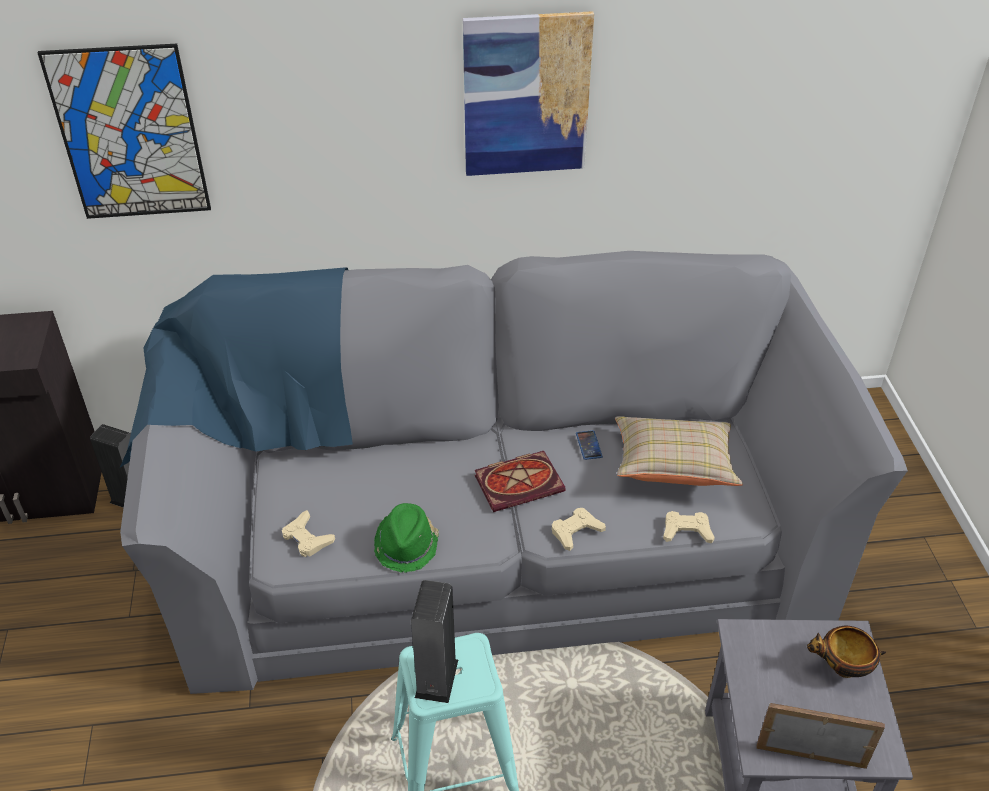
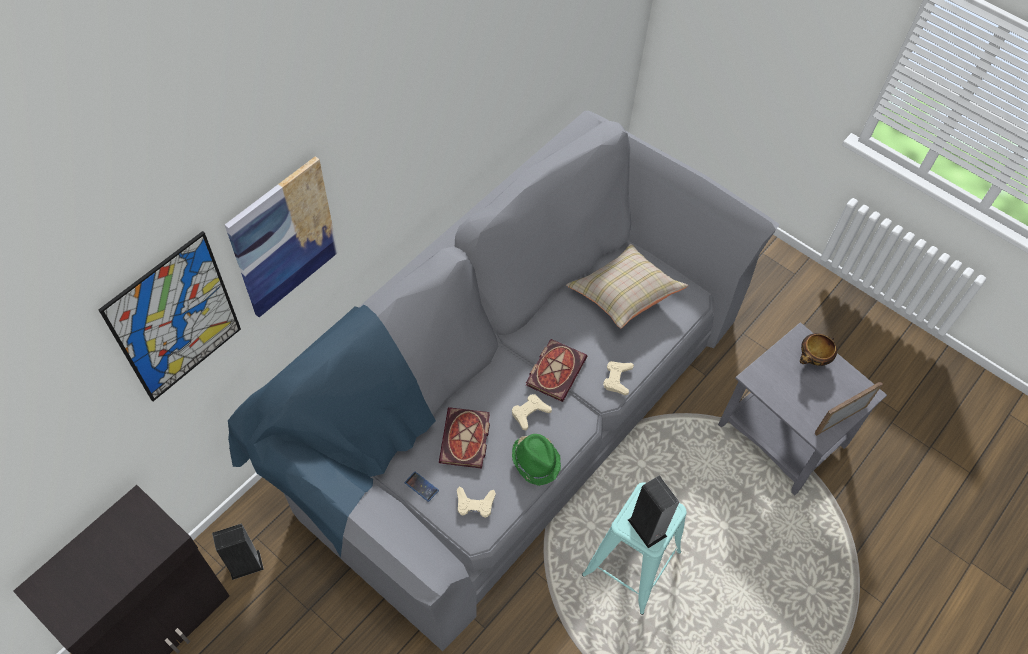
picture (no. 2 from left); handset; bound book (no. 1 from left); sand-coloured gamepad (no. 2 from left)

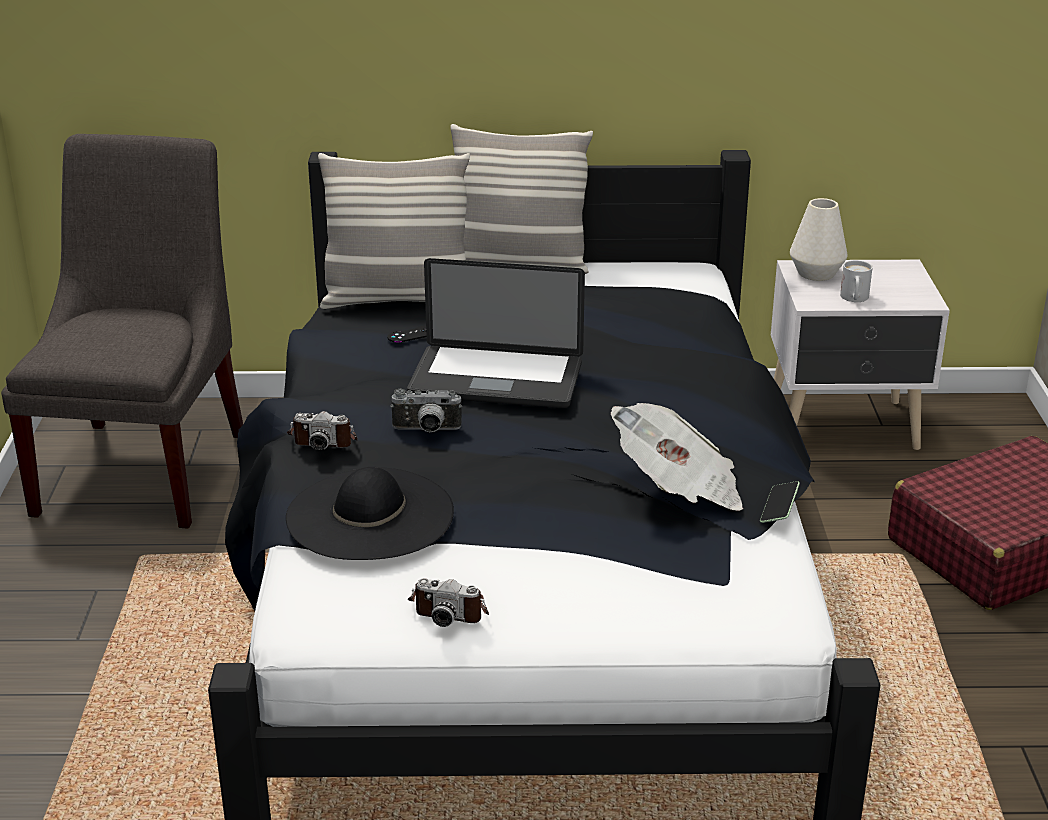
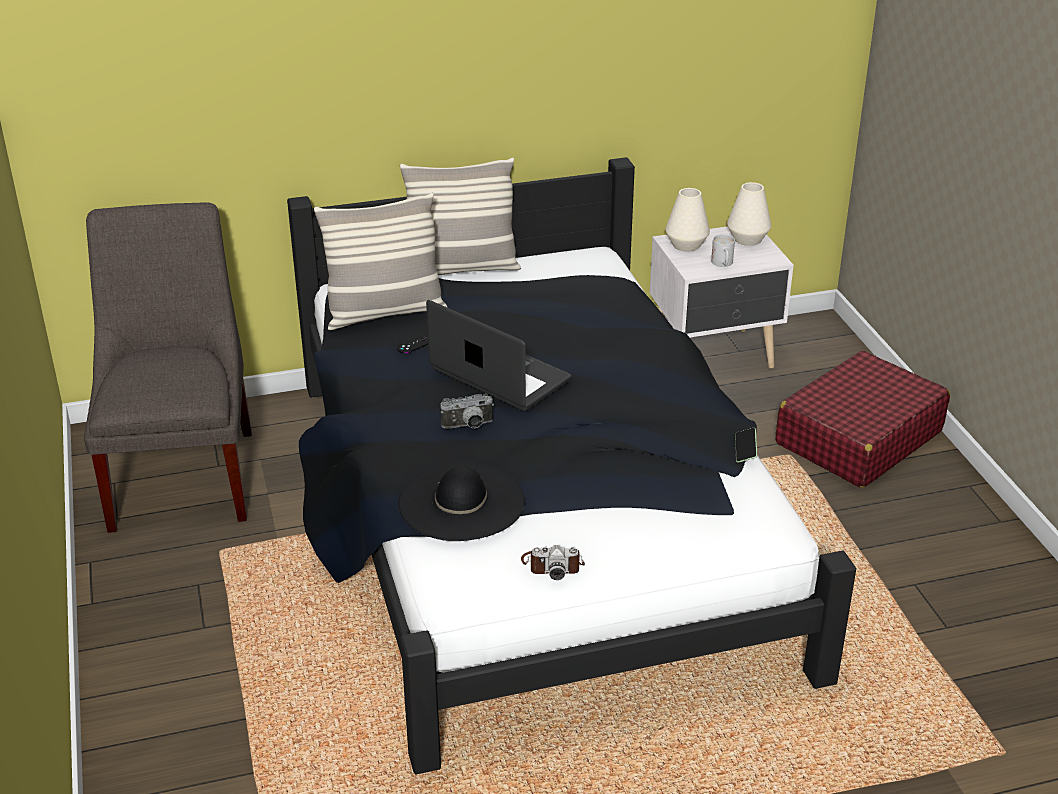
laptop; white-coloured decorative vase (no. 2 from left); photo camera (no. 1 from left in the first image); newspaper

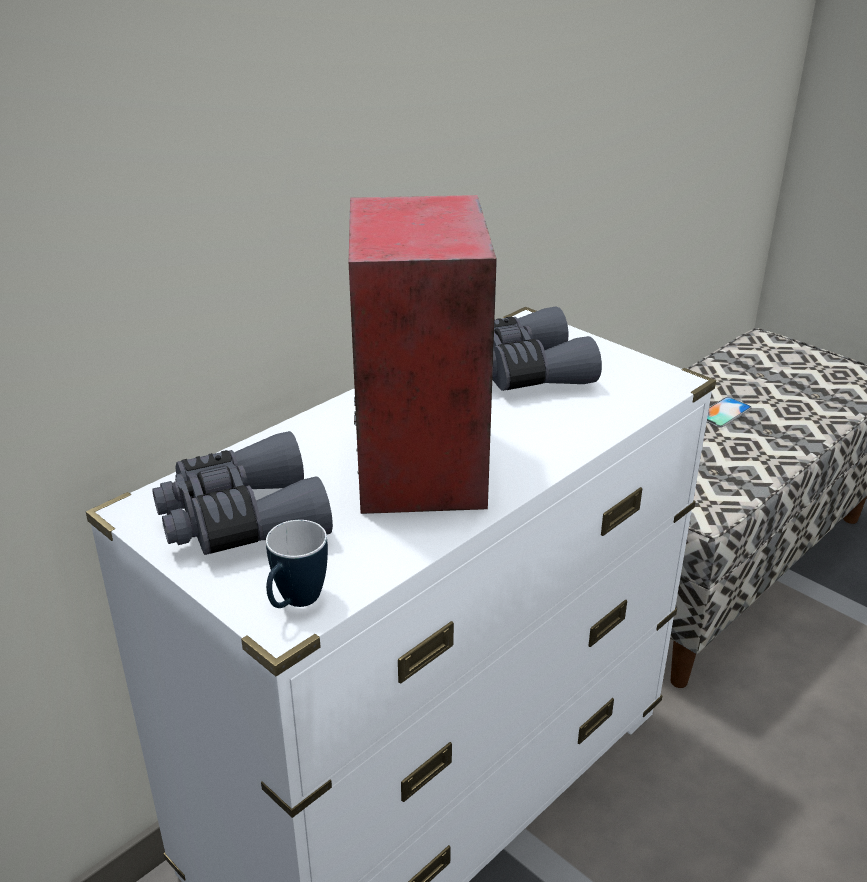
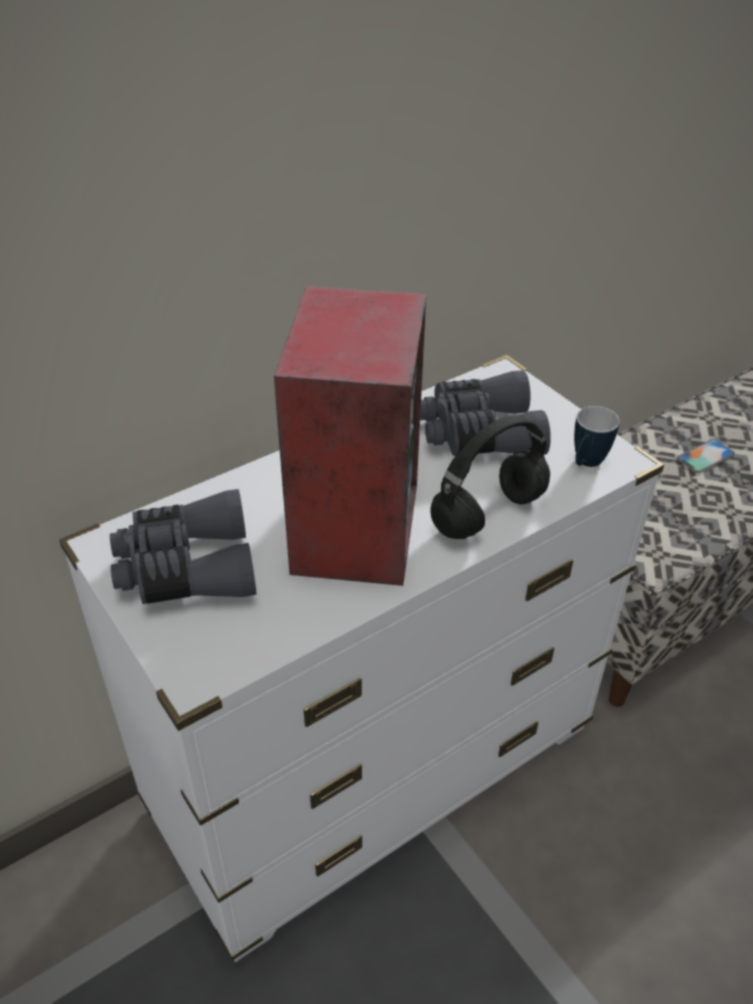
blackish headset; tea mug

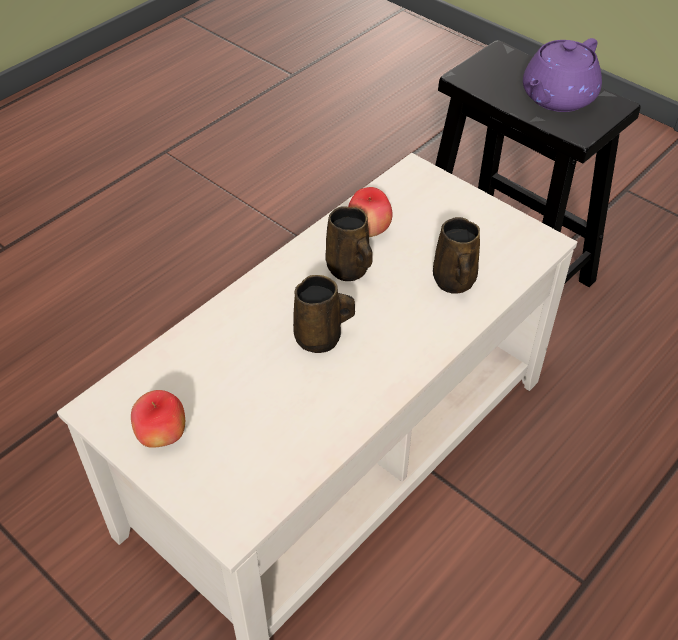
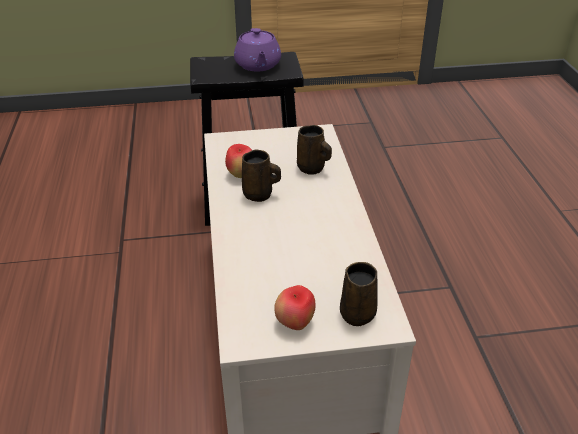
brownish tea mug (no. 3 from left)

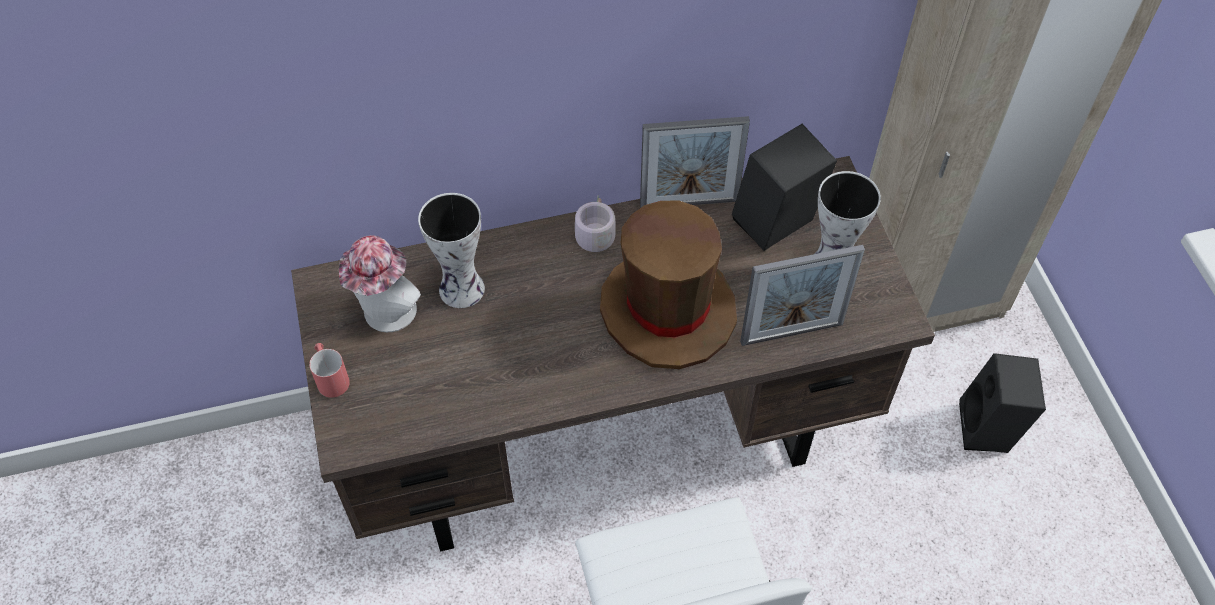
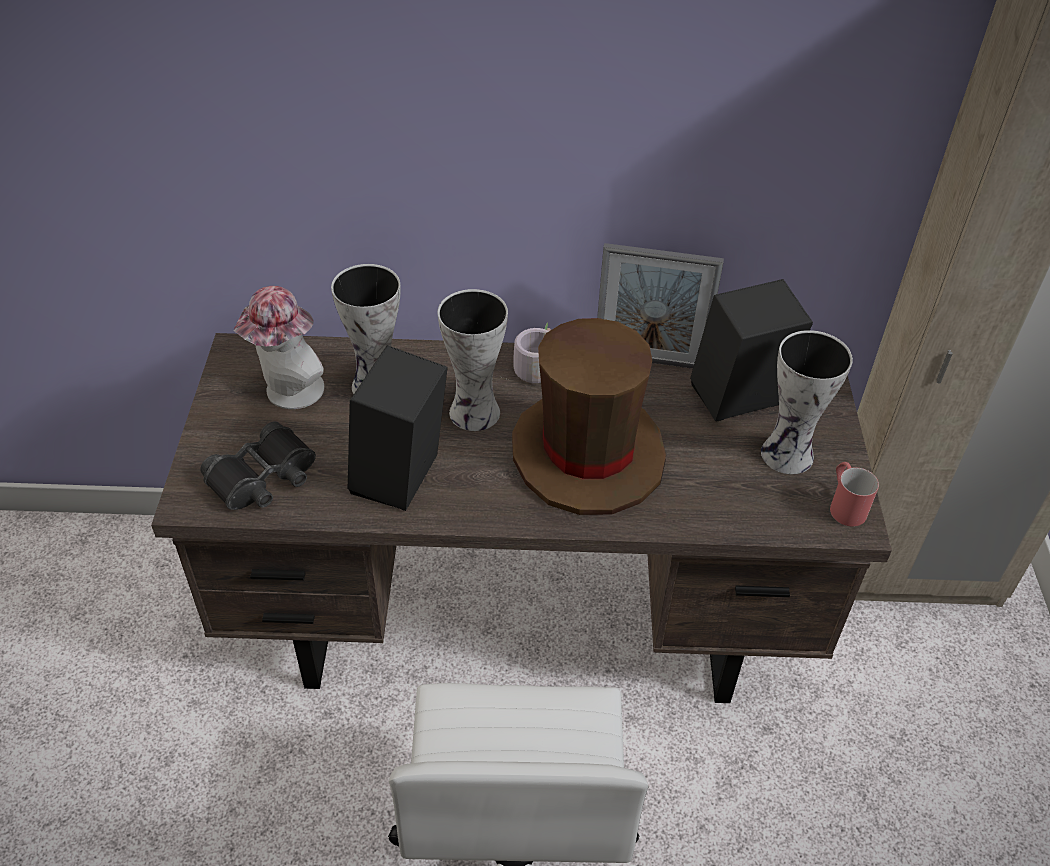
blackish field glasses; blackish speaker (no. 1 from left); decorative vase (no. 2 from left); red-coloured tea mug; standing frame (no. 2 from left in the first image)

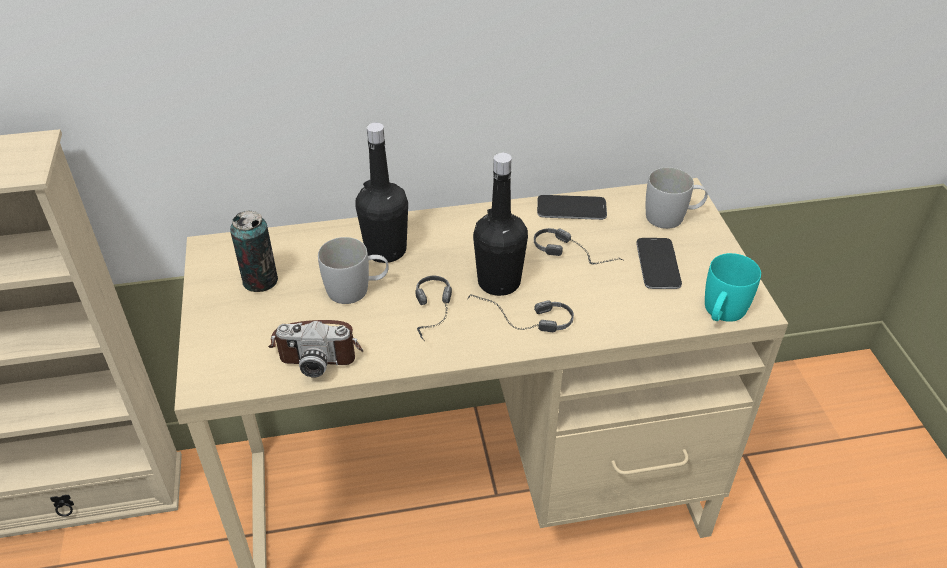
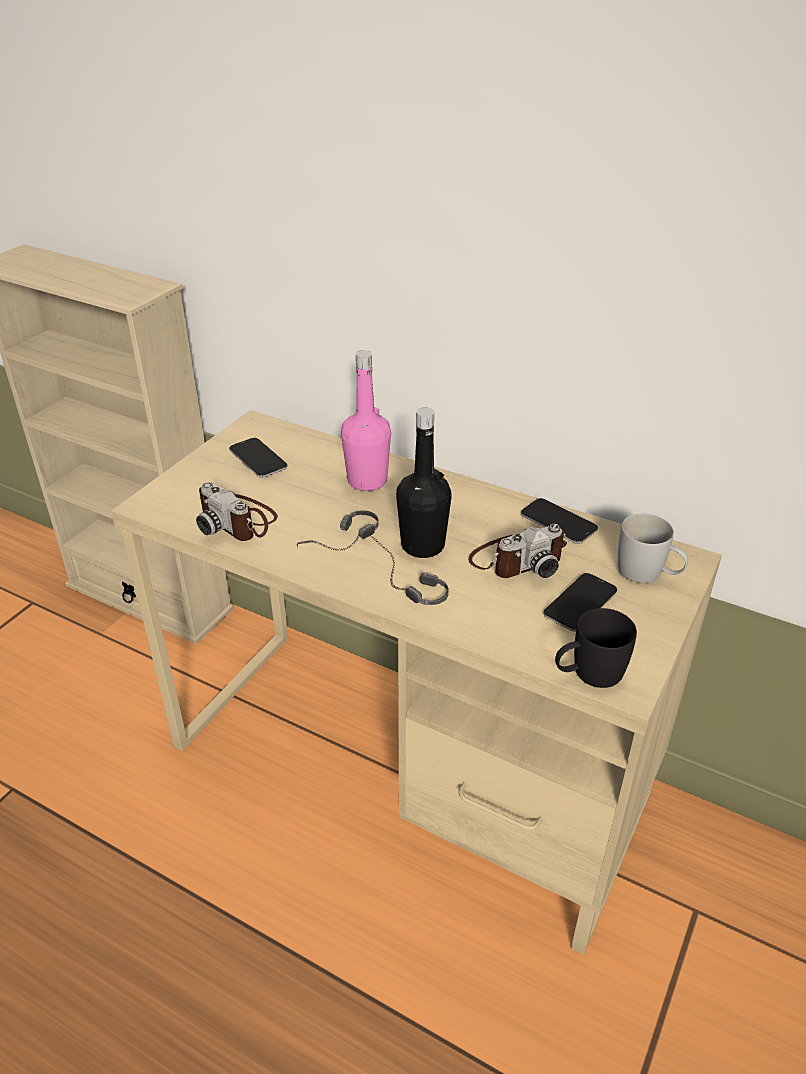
handset (no. 1 from left); pink-coloured drink bottle; photo camera (no. 2 from left); blackish tea mug; white-coloured tea mug (no. 1 from left in the first image)

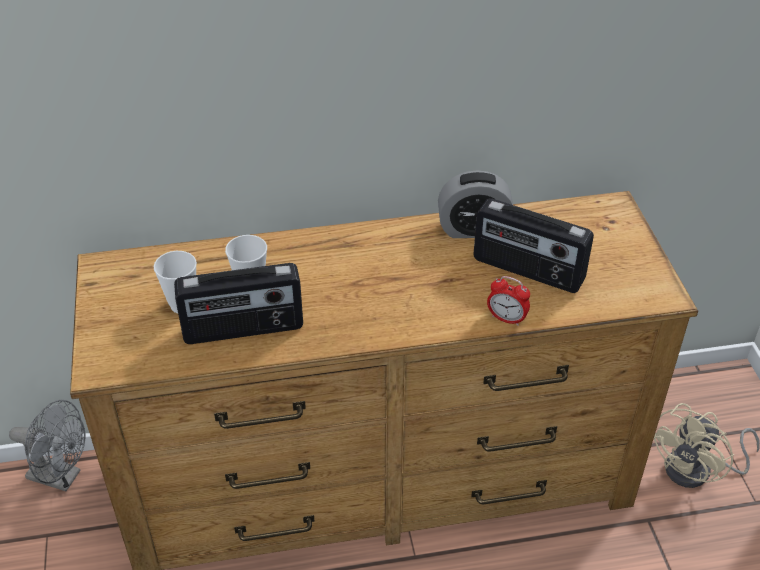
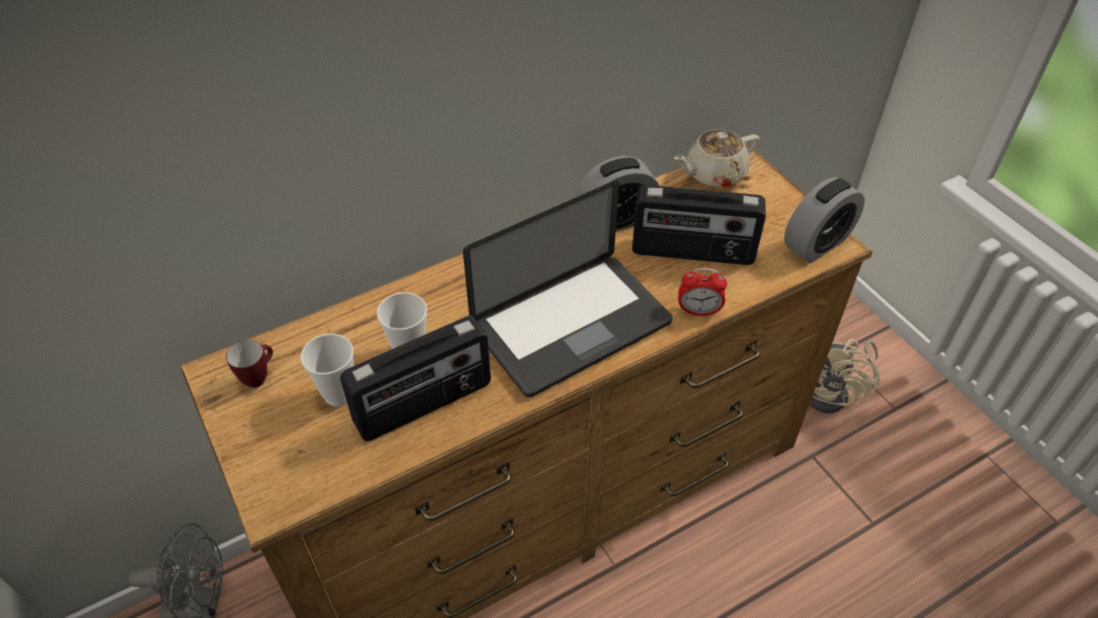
tea mug; laptop; sand-coloured pot for tea; alarm clock (no. 3 from left)

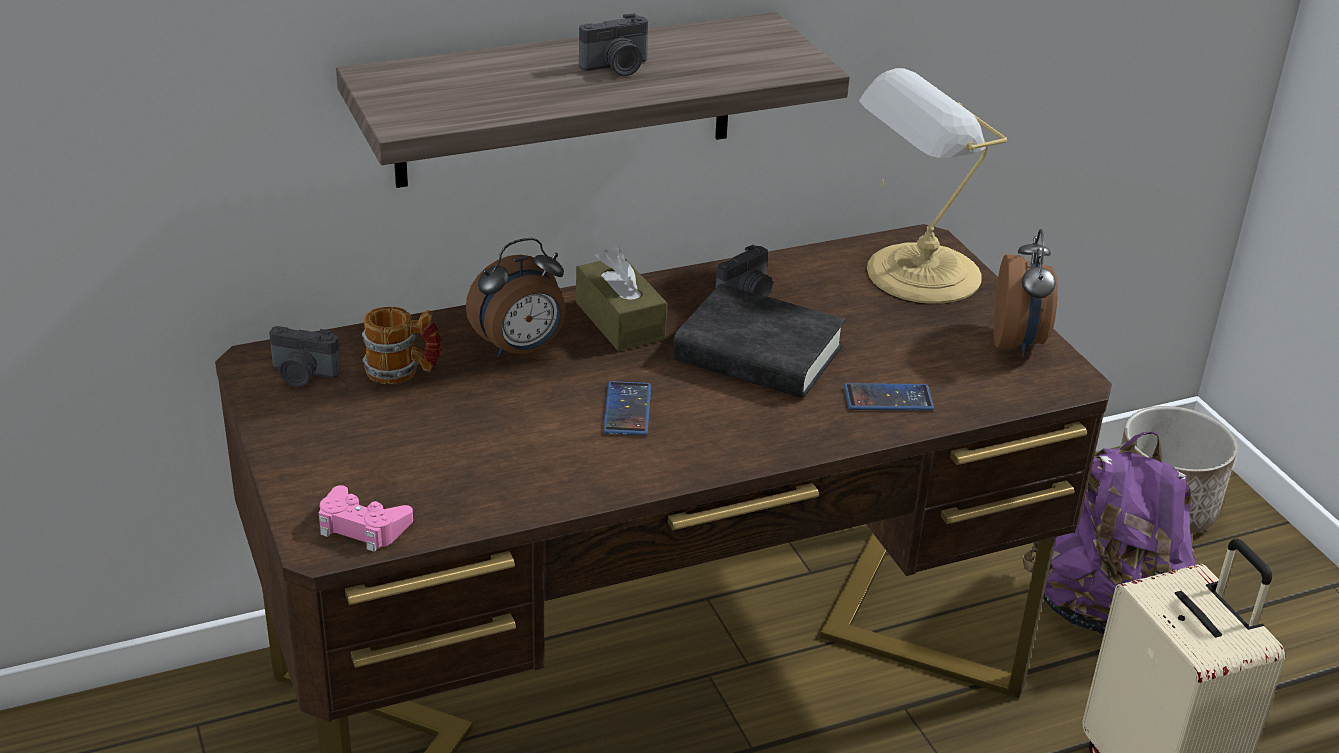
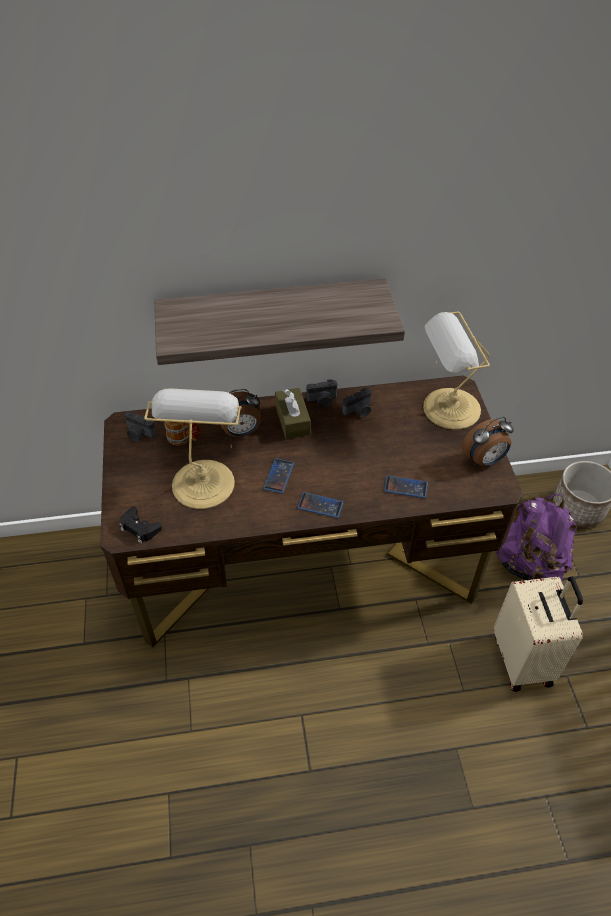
blackish gamepad; lamp for a table (no. 1 from left); handset (no. 2 from left); photo camera (no. 2 from left); alarm clock (no. 2 from left); blackish bound book

